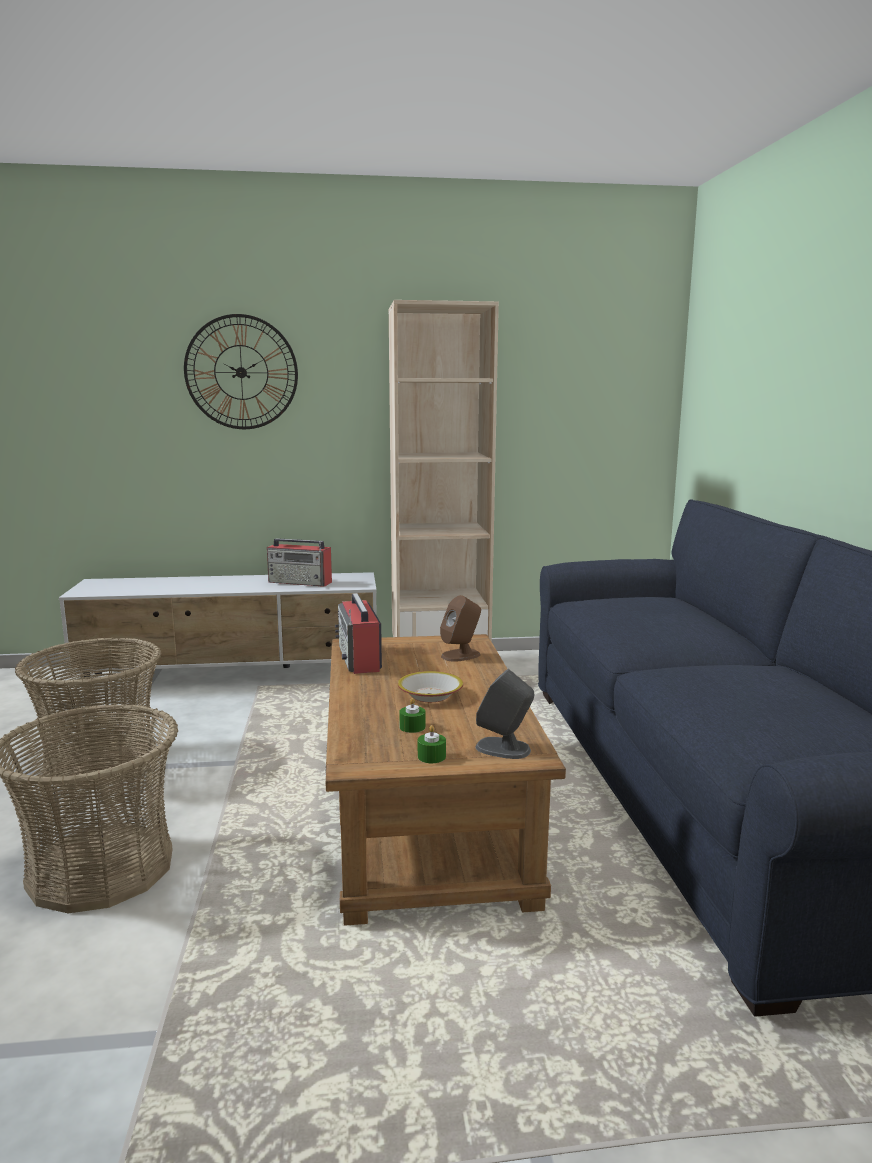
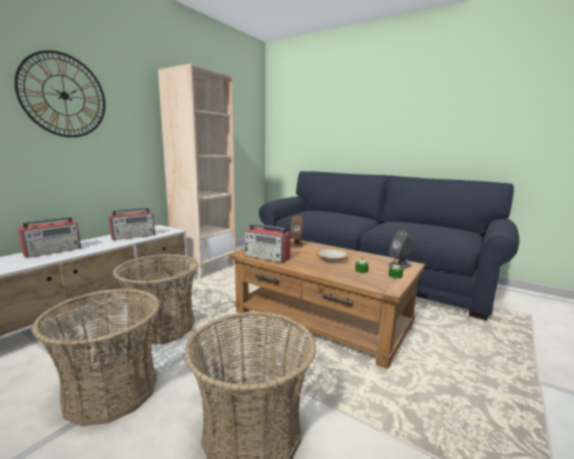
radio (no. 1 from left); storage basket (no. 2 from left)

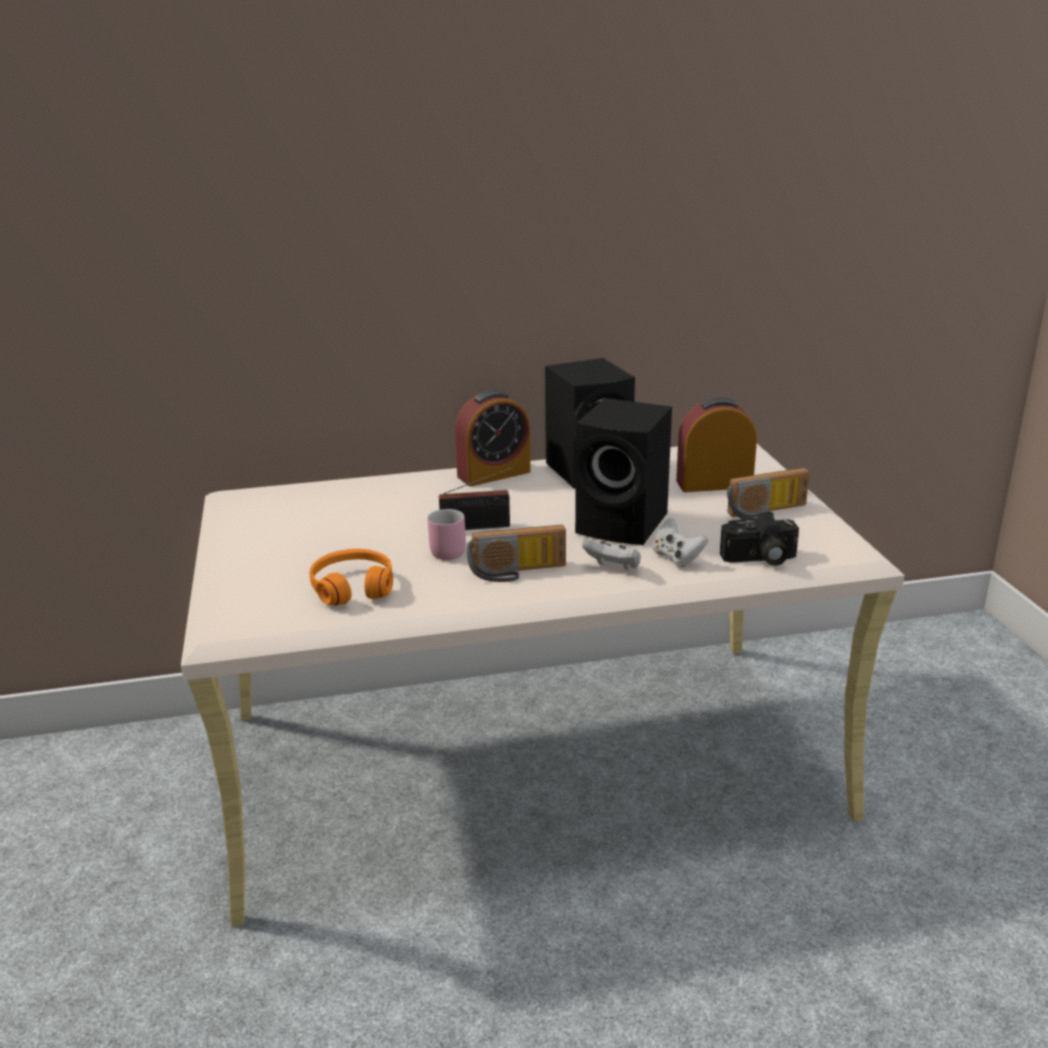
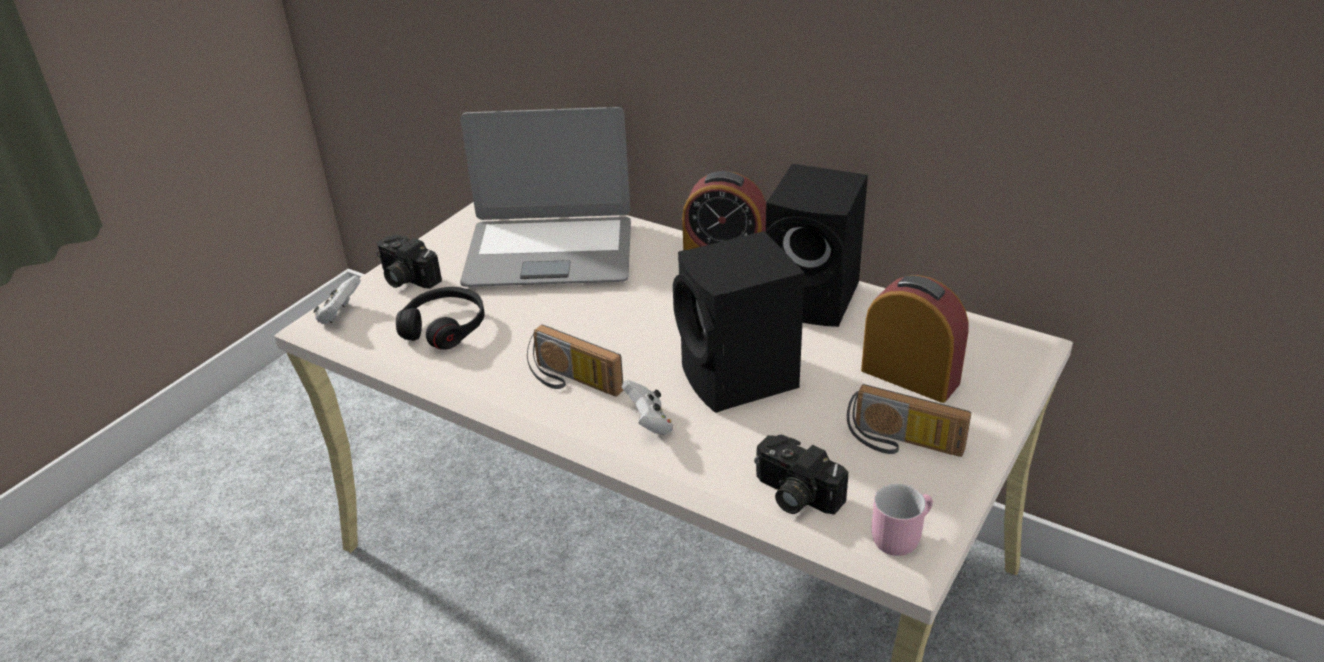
white-coloured gamepad (no. 1 from left); photo camera (no. 1 from left); blackish headset; laptop; pink-coloured tea mug; radio (no. 1 from left in the first image)

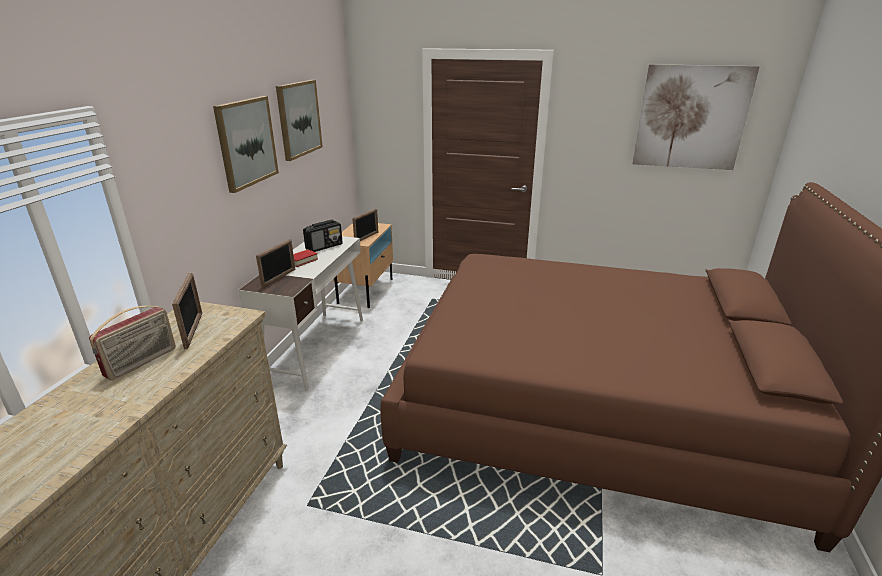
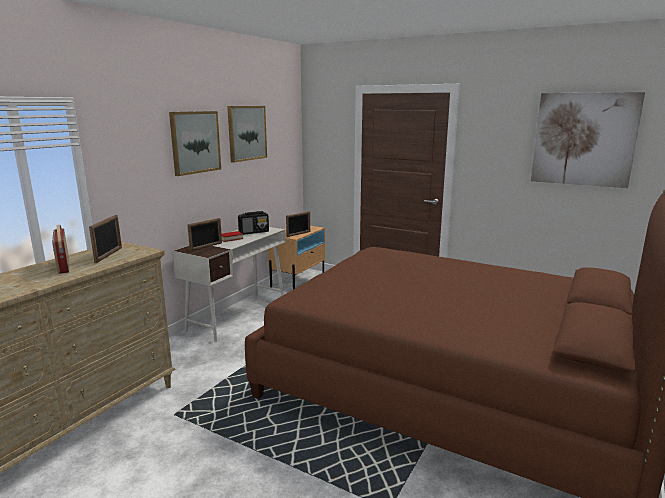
radio (no. 1 from left)

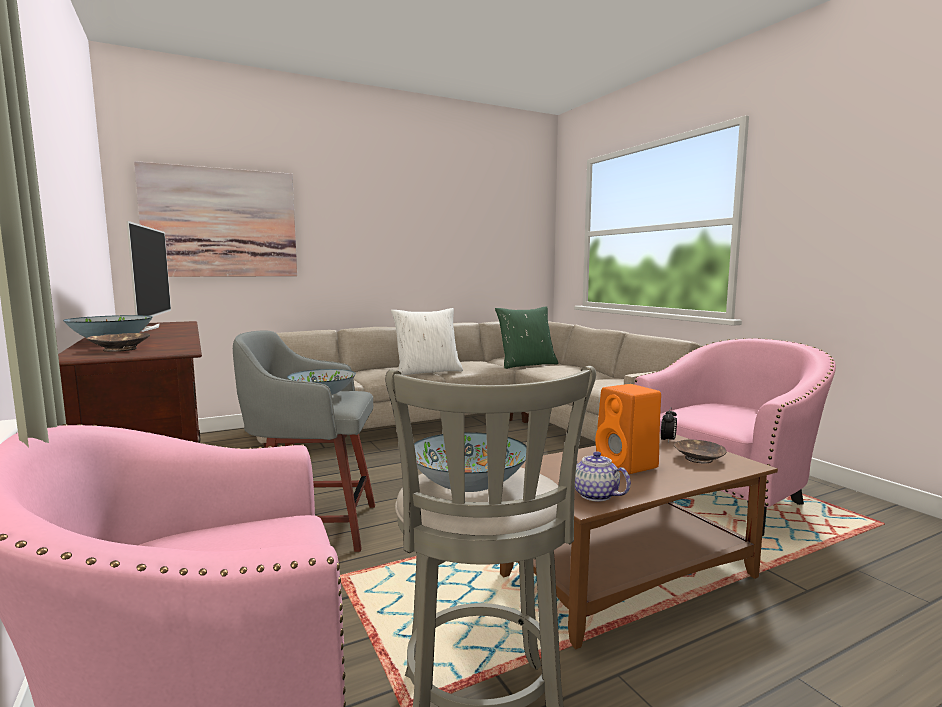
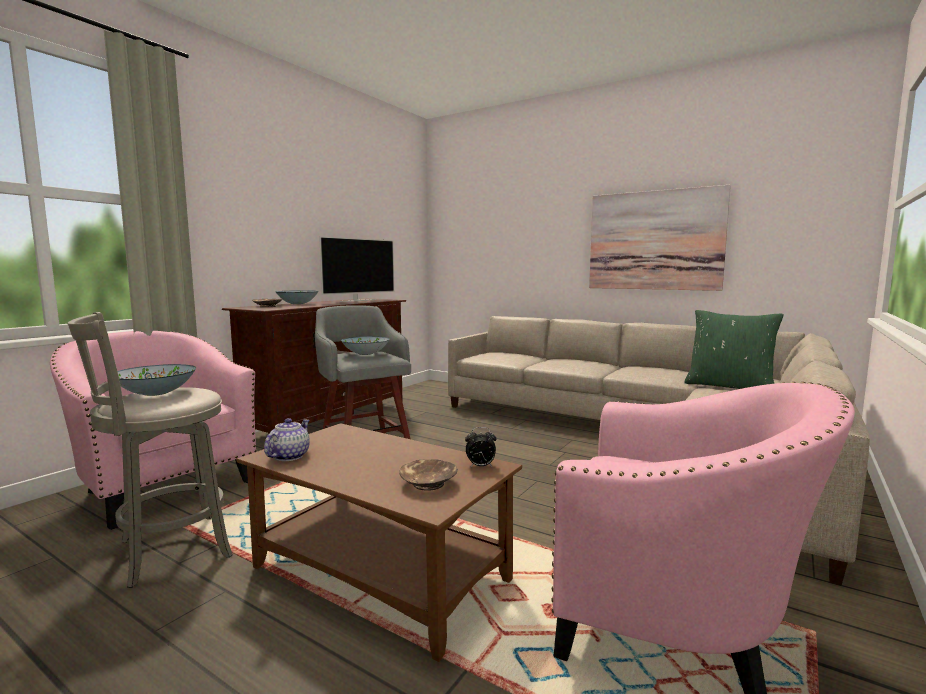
picture; white-coloured cushion; orange-coloured speaker

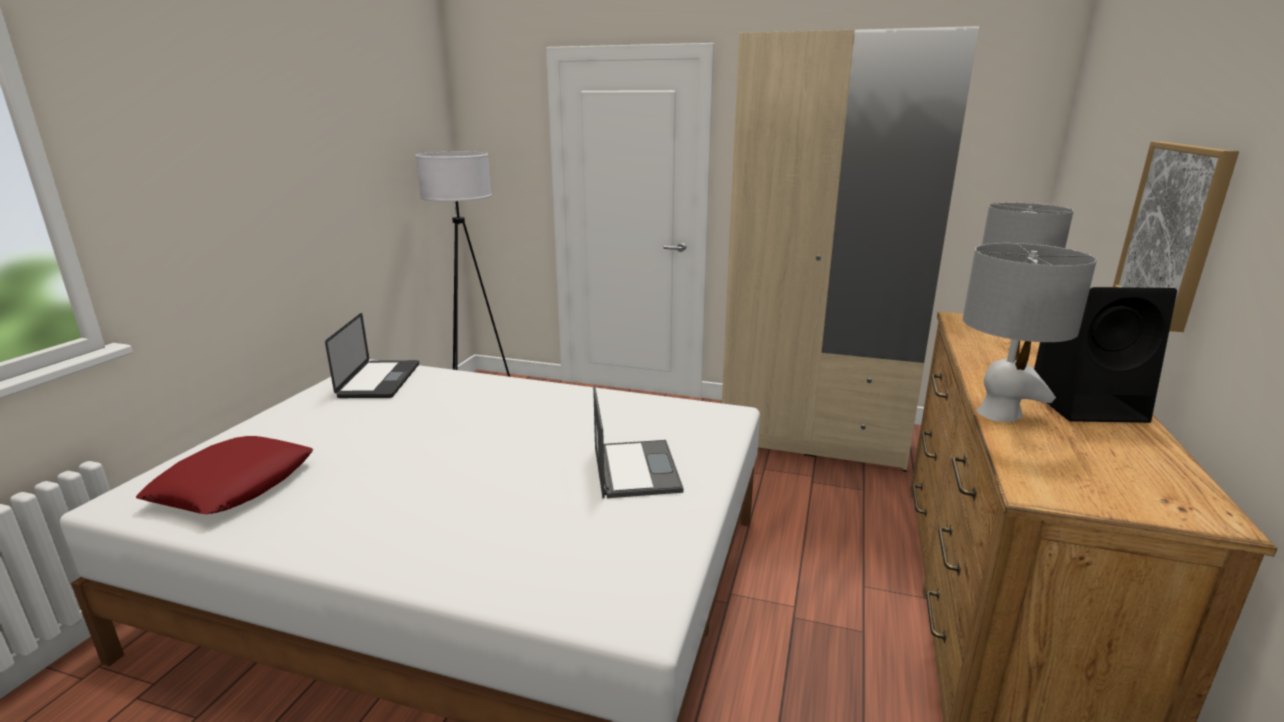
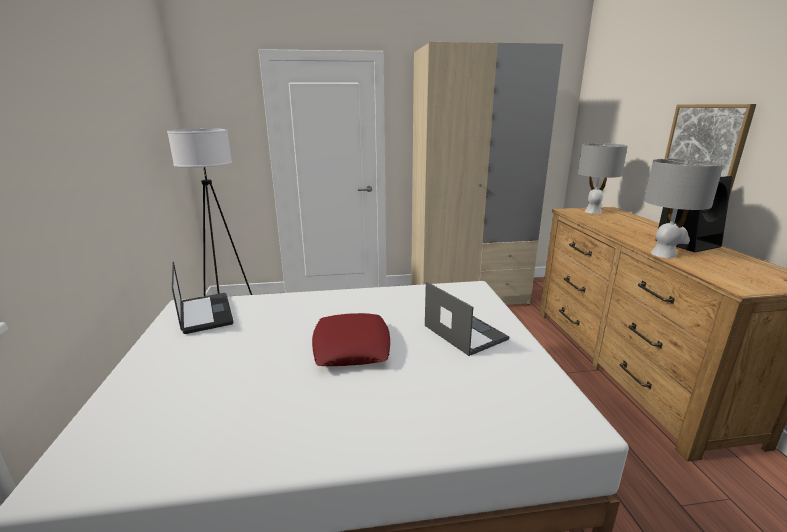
red-coloured cushion

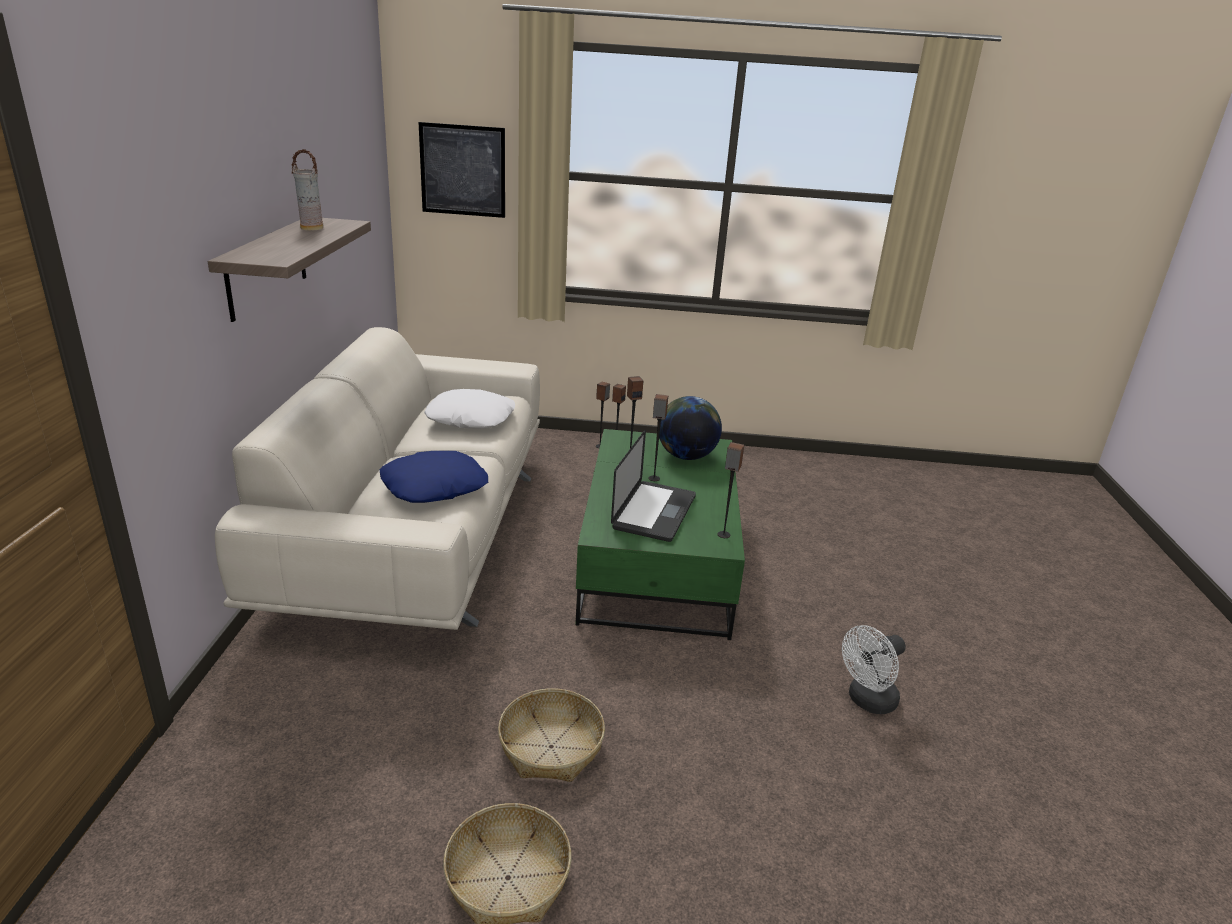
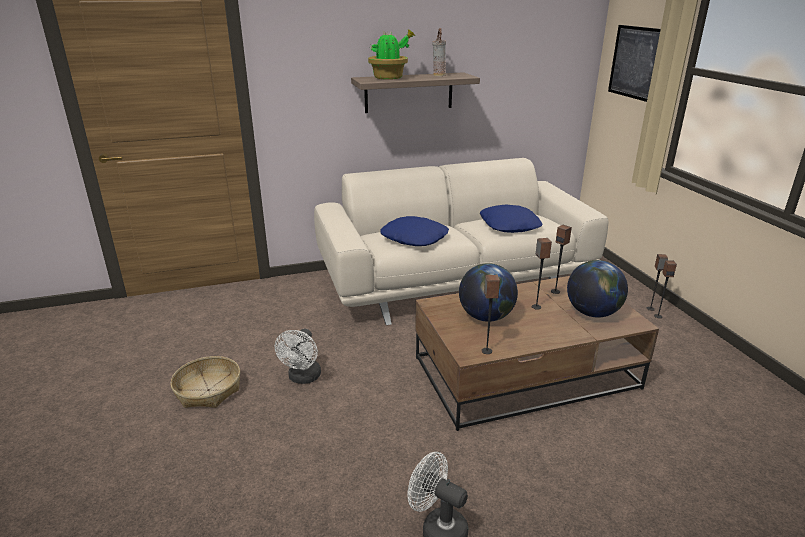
white-coloured cooling fan (no. 1 from left); potted plant; brownish lounge table; globe (no. 1 from left); bluish cushion (no. 2 from left)

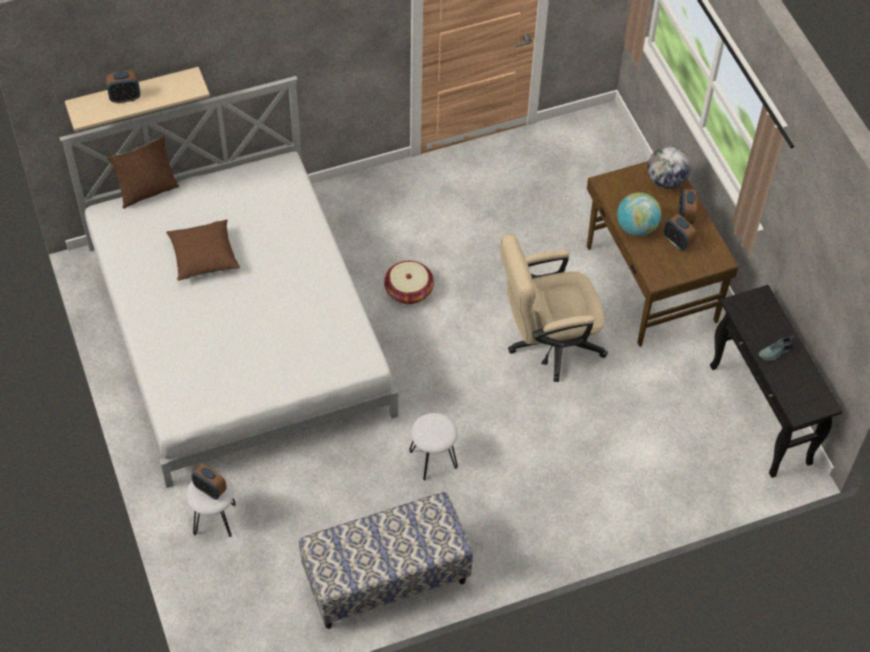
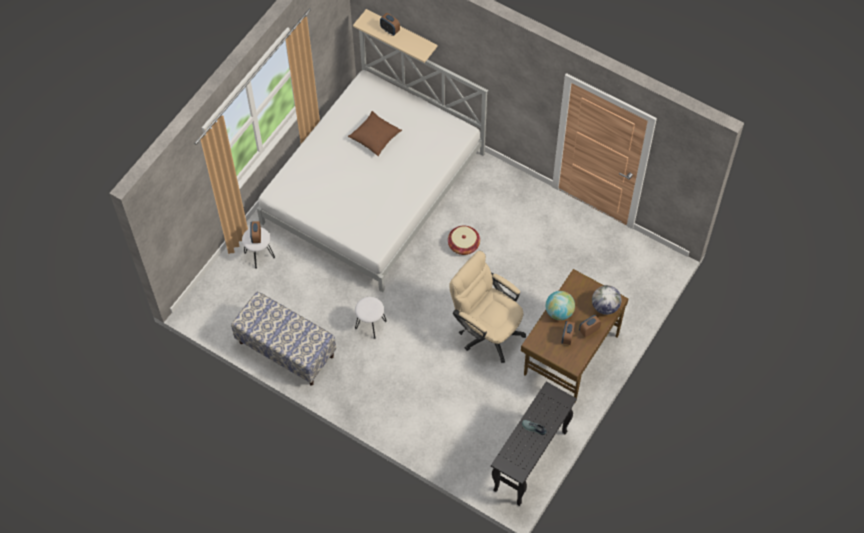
brownish cushion (no. 1 from left in the first image)

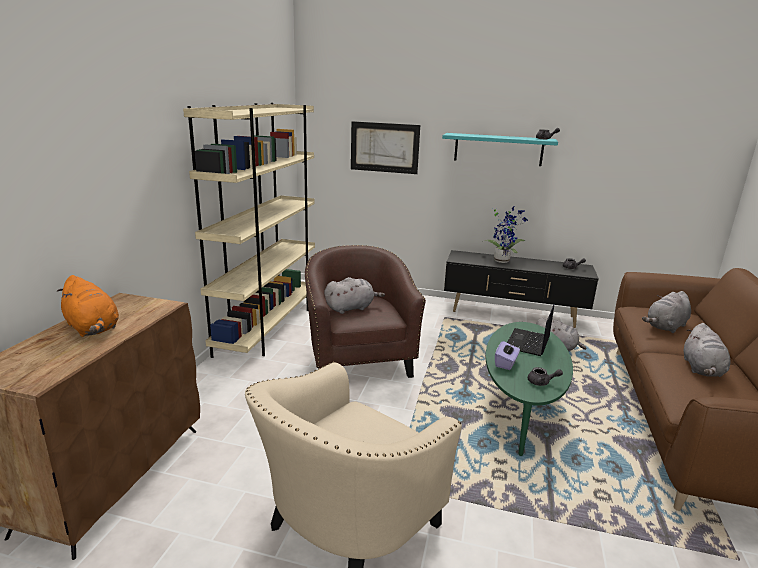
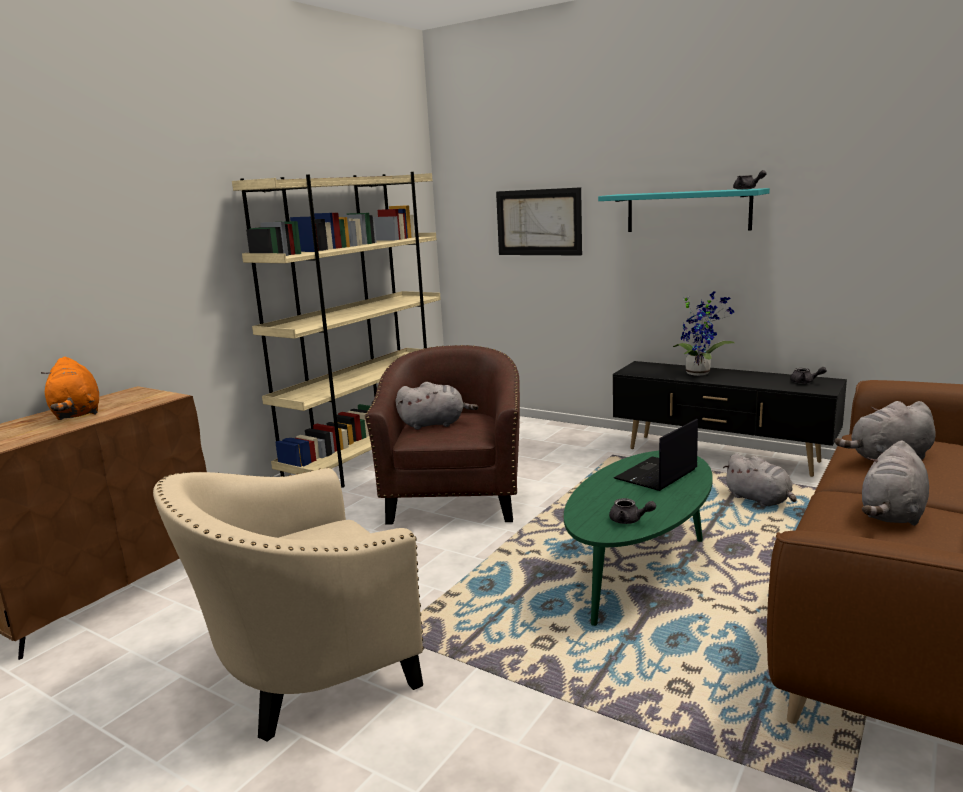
purplish tissue box

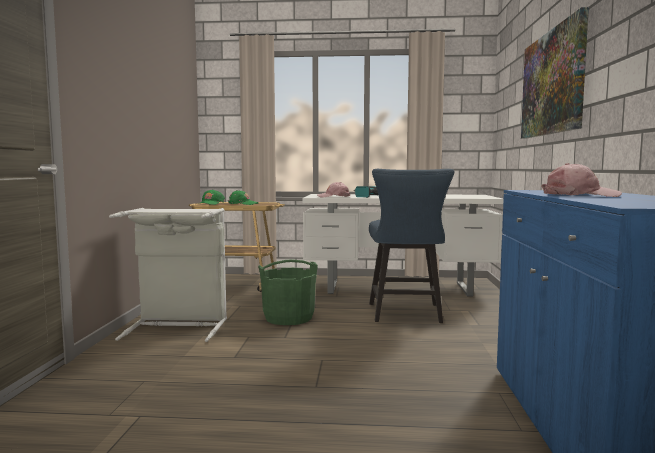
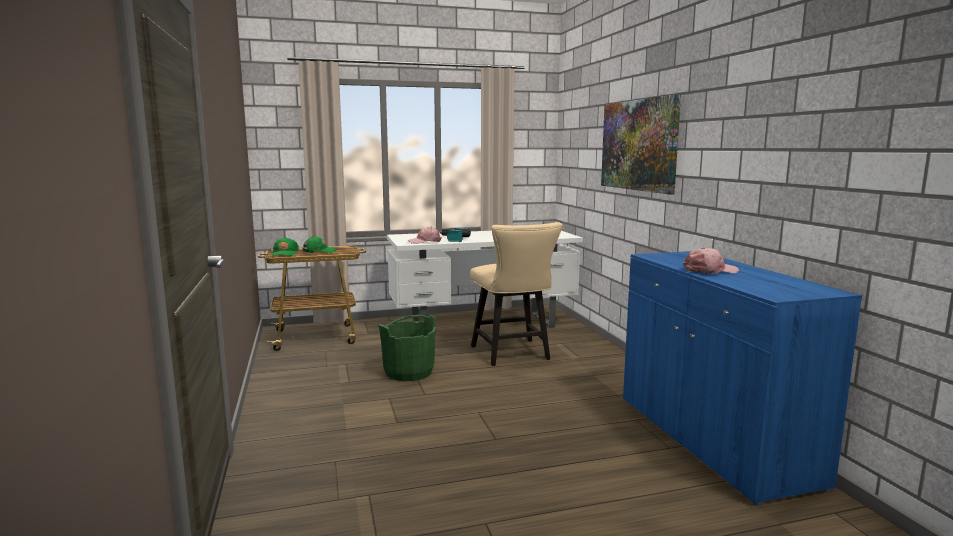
sand-coloured upright chair; greyish washing basket

